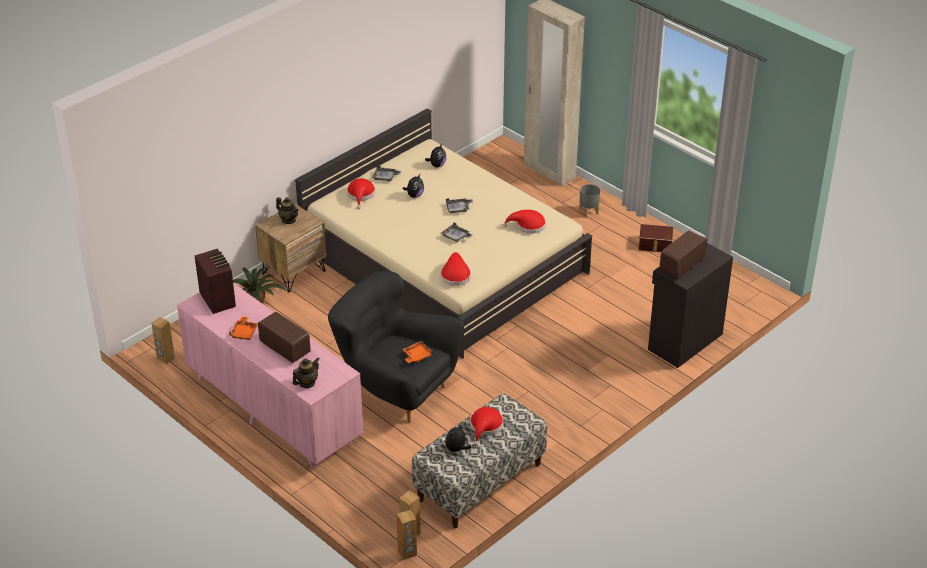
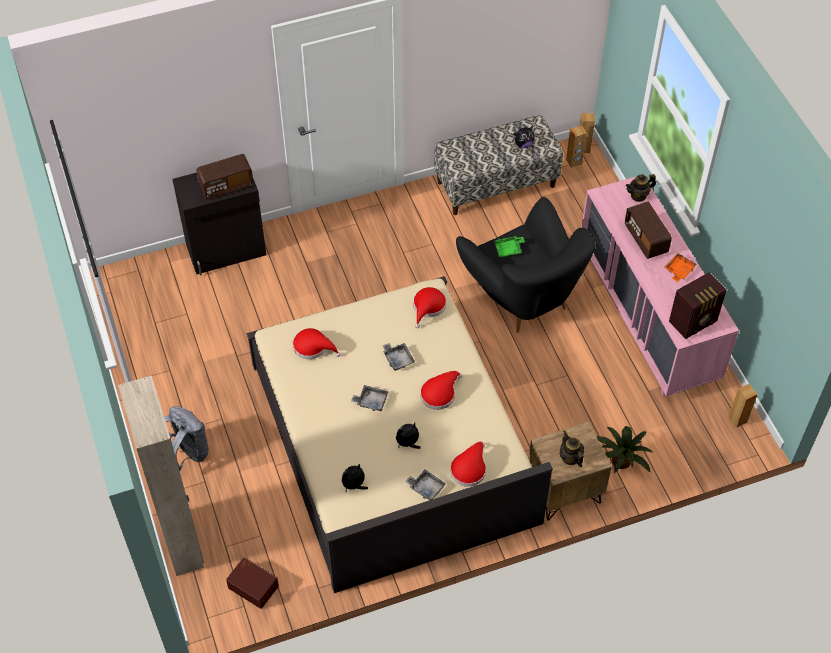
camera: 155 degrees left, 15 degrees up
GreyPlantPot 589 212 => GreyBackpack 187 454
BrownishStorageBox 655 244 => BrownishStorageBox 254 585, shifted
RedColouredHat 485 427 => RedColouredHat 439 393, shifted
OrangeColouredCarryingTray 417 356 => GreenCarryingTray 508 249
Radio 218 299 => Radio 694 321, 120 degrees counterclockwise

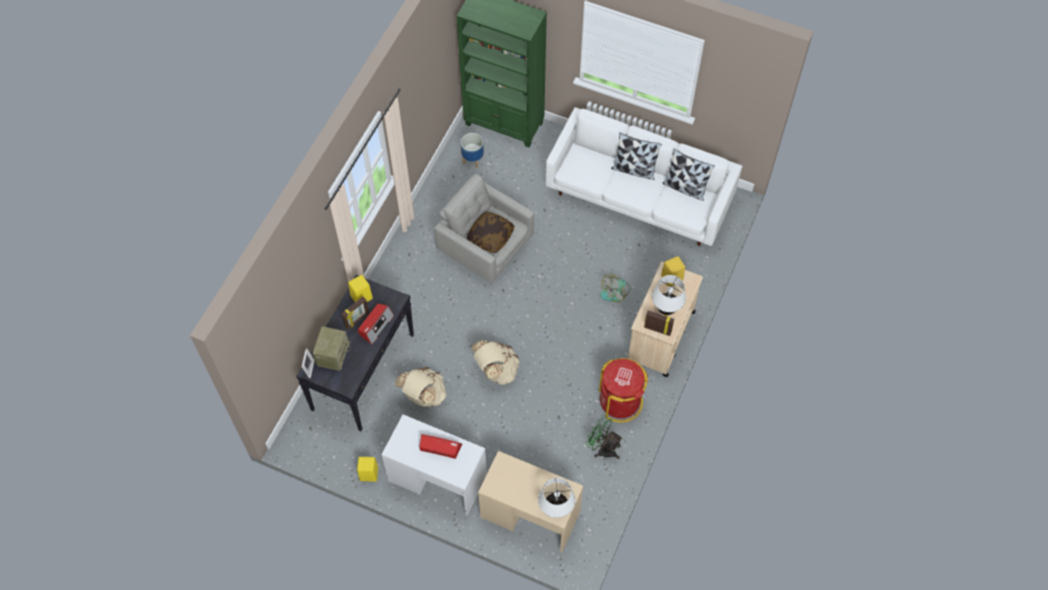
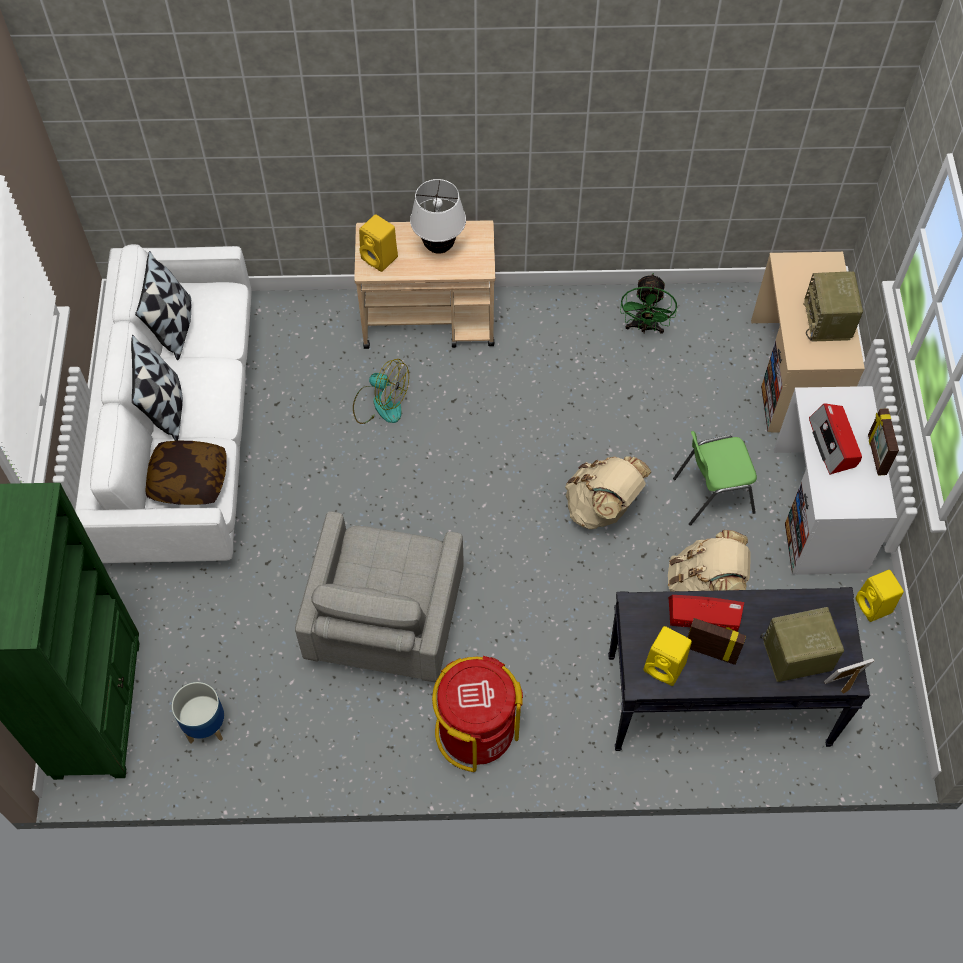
camera: 115 degrees left, 0 degrees up
Cushion 490 236 => Cushion 188 480, shifted
RedColouredRubbishBin 620 401 => RedColouredRubbishBin 476 730, shifted
nothing => GreenChair 712 494
nothing => Radio 828 322
StandingFrame 657 329 => StandingFrame 876 455, shifted
WhiteColouredTableLamp 556 509 => nothing

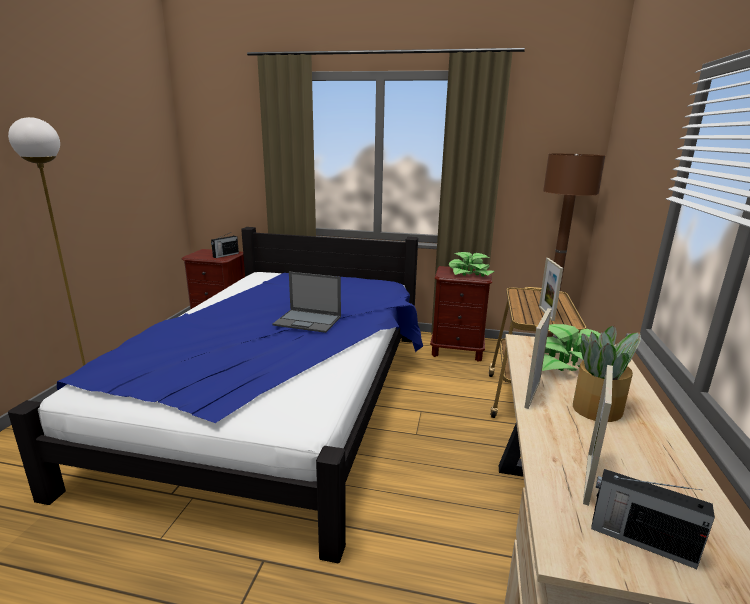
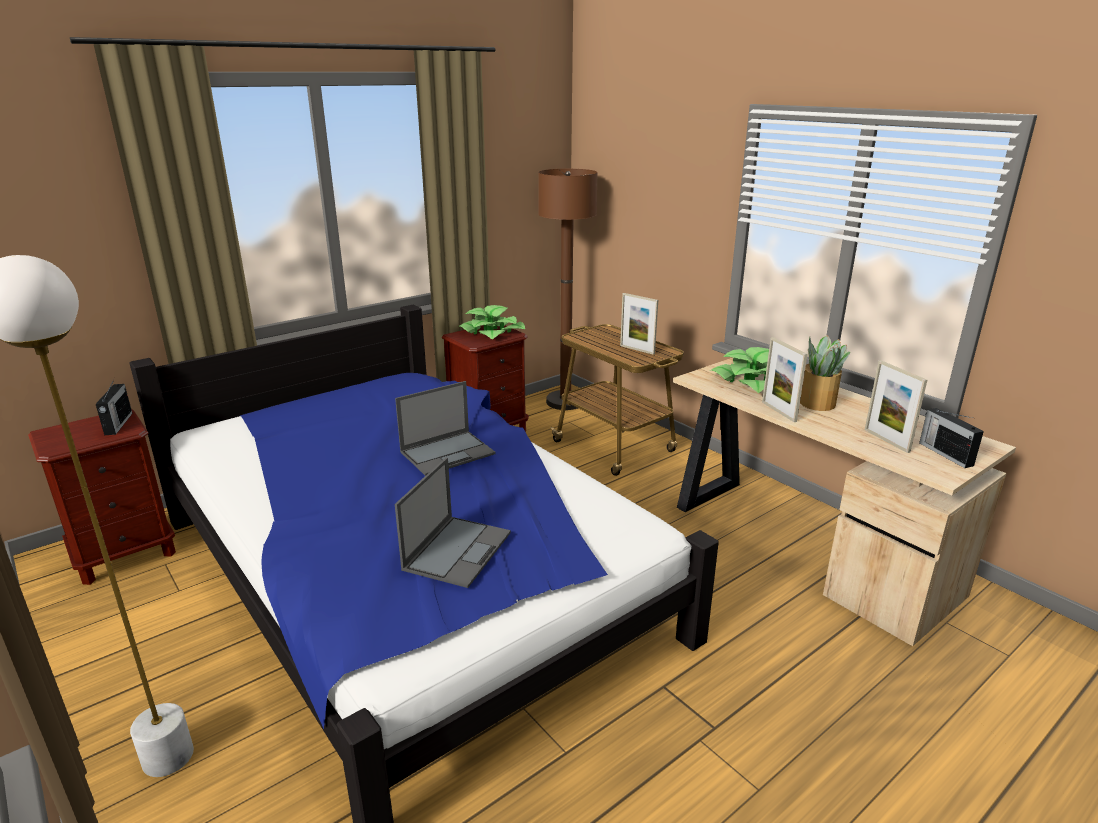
camera: 50 degrees left, 5 degrees up
nothing => Laptop 458 550
Radio 639 540 => Radio 945 453, 90 degrees clockwise

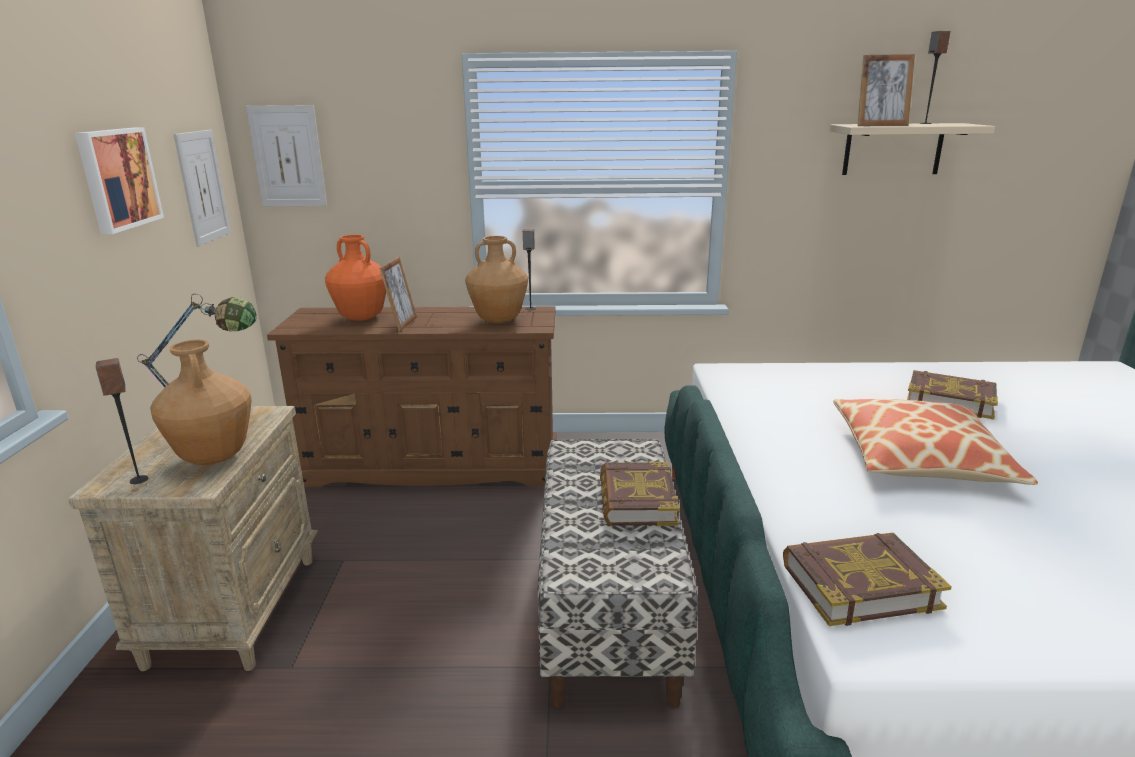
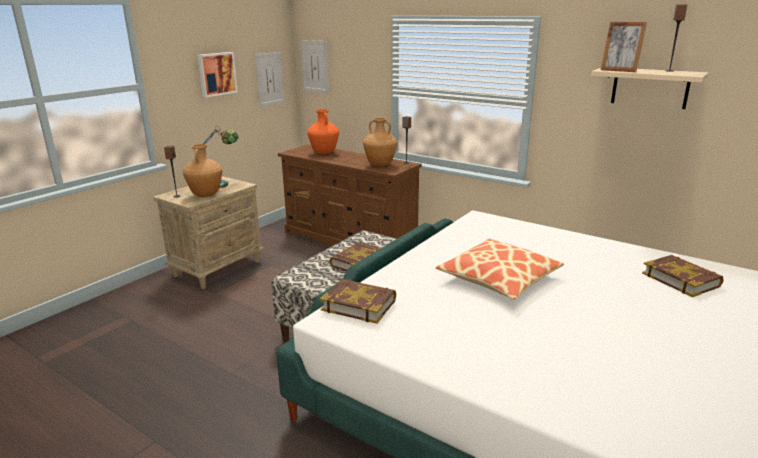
camera: 35 degrees right, 0 degrees up
Book 949 400 => Book 681 279, shifted
StandingFrame 402 324 => nothing

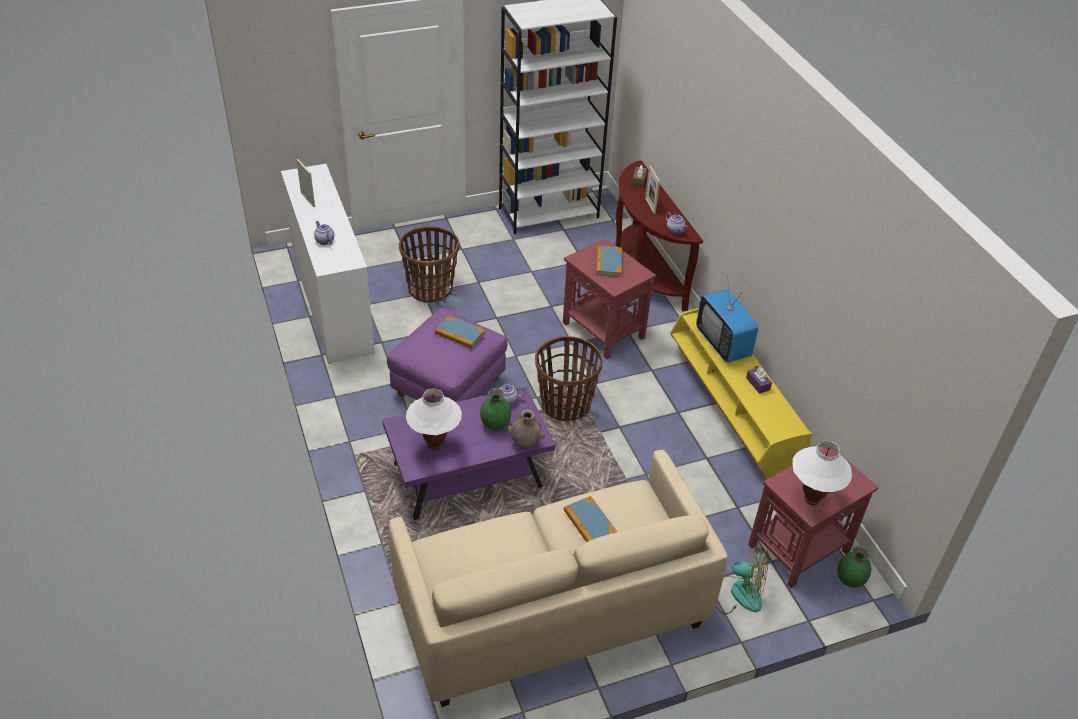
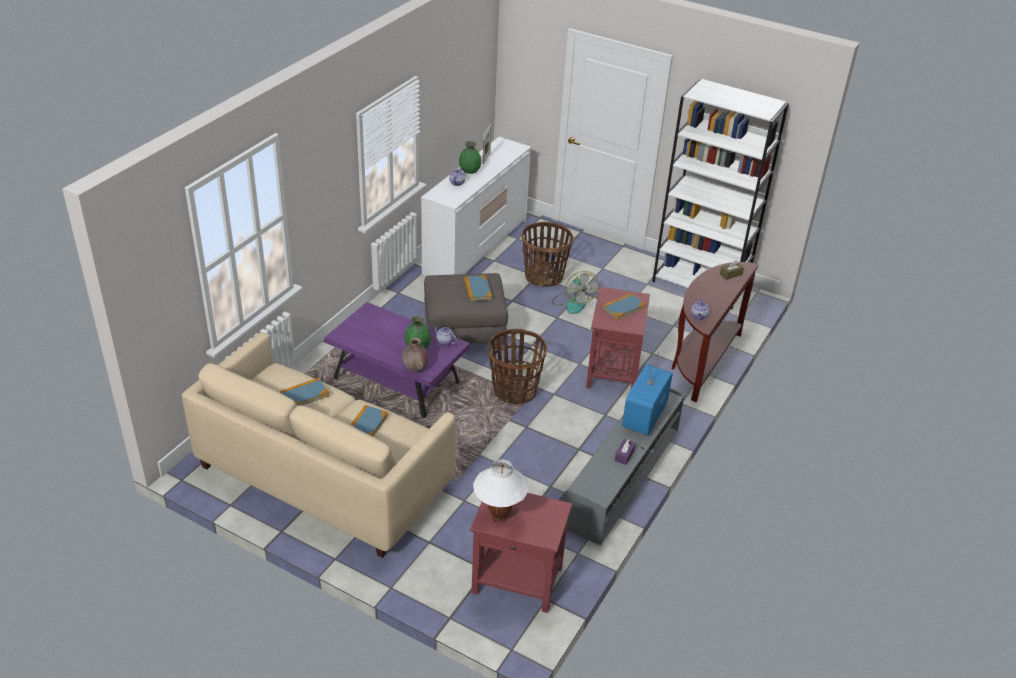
camera: 50 degrees right, 5 degrees down
nothing => Book 304 395
PurpleColouredFootrest 448 387 => GreyFootrest 464 332
GreenDecorativeVase 850 579 => GreenDecorativeVase 469 171, shifted
Fan 738 593 => Fan 573 303, shifted
YellowTvStand 731 408 => GreyTvStand 618 475
WhiteColouredTableLamp 434 445 => nothing
StandingFrame 650 205 => nothing

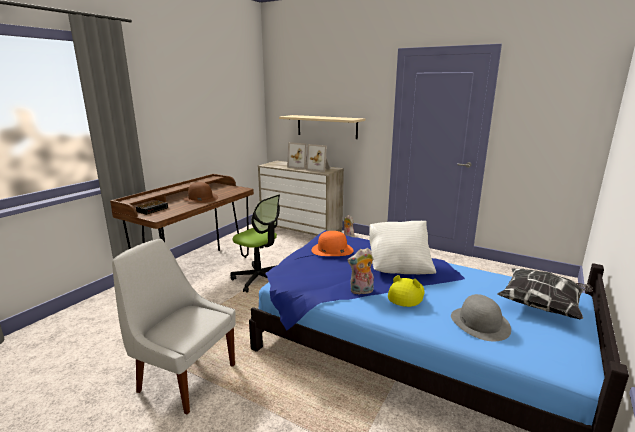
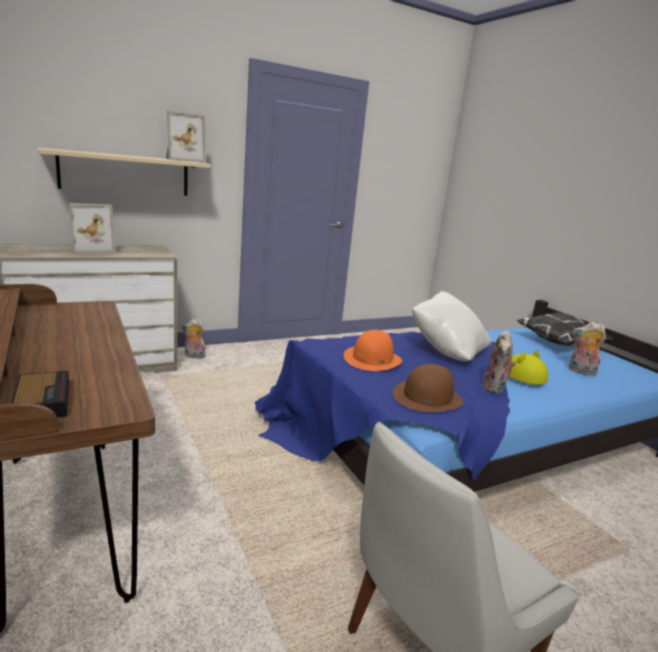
camera: 60 degrees left, 0 degrees up
StandingFrame 319 169 => StandingFrame 183 160, shifted
BrownishHat 200 198 => BrownishHat 427 397, shifted
GreyHat 480 323 => CuddlyToy 581 371
DeskChair 259 279 => nothing

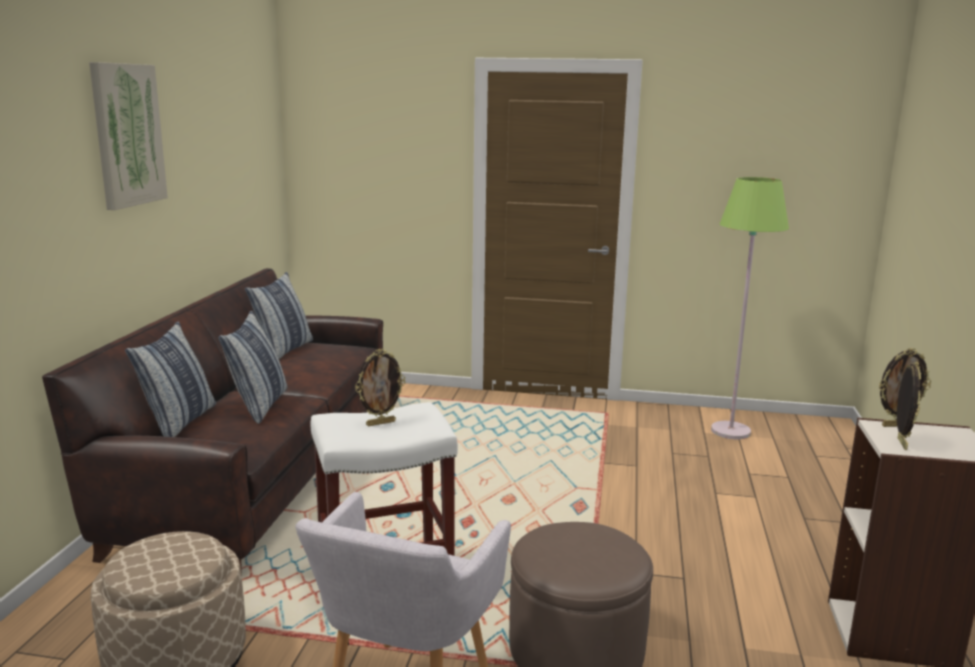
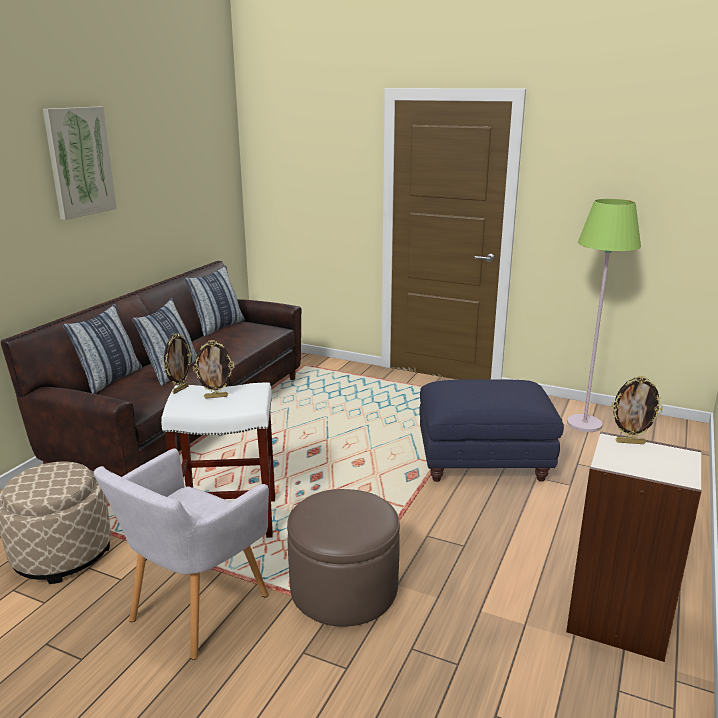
camera: 15 degrees right, 5 degrees up
StandingFrame 900 443 => StandingFrame 180 389, shifted
nothing => BlueFootrest 484 462

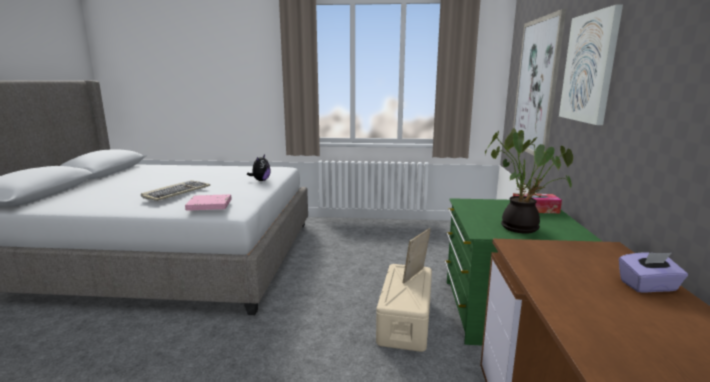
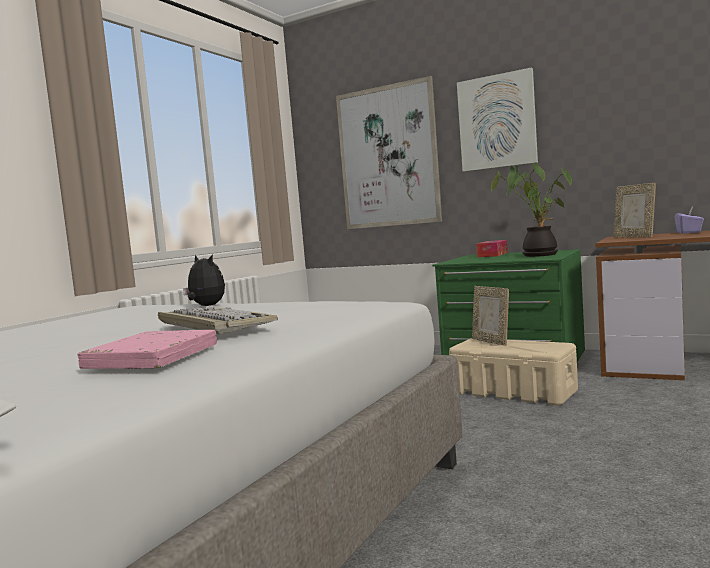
camera: 65 degrees left, 10 degrees down
PinkBook 209 205 => PinkBook 153 358, shifted
nothing => StandingFrame 634 237

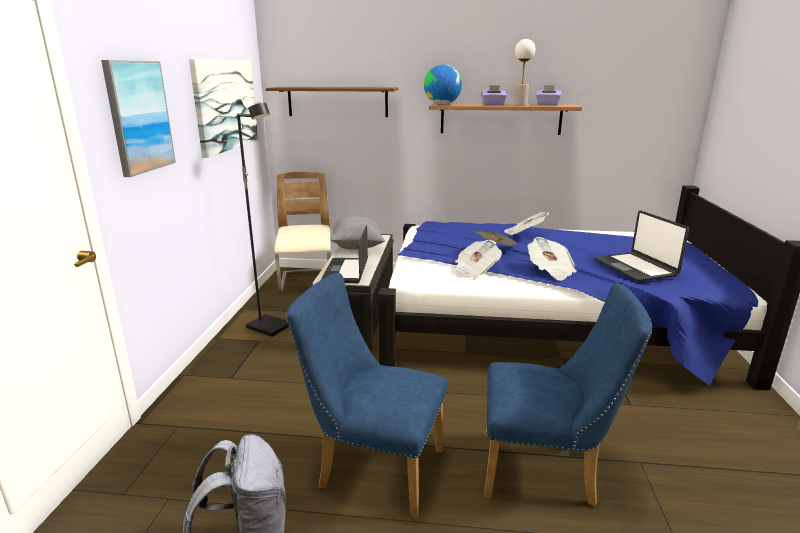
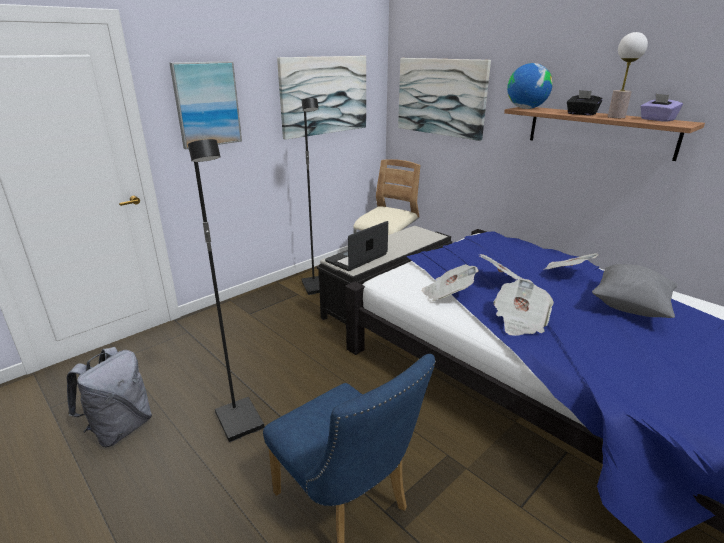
camera: 40 degrees right, 5 degrees up
BlueChair 372 467 => BlackishStandingLamp 241 421
BrownishBracketShelf 337 101 => Picture 441 97
PurpleColouredTissueHolder 493 105 => BlackishTissueHolder 581 114
GreyCushion 357 247 => GreyCushion 630 307, shifted
Laptop 635 268 => nothing

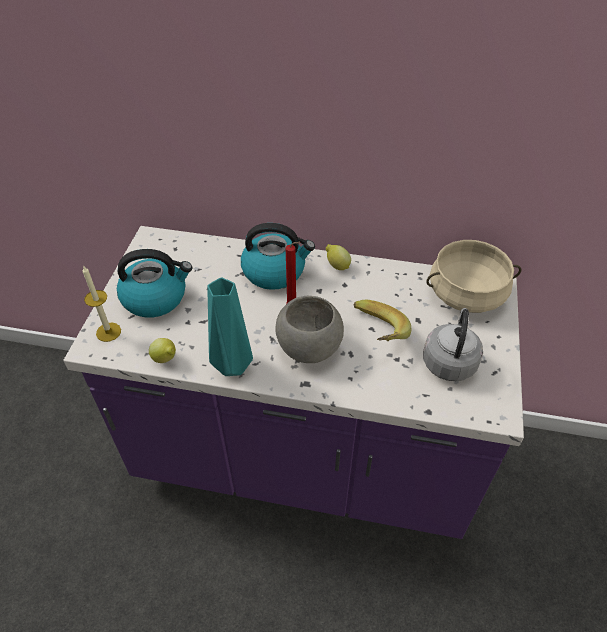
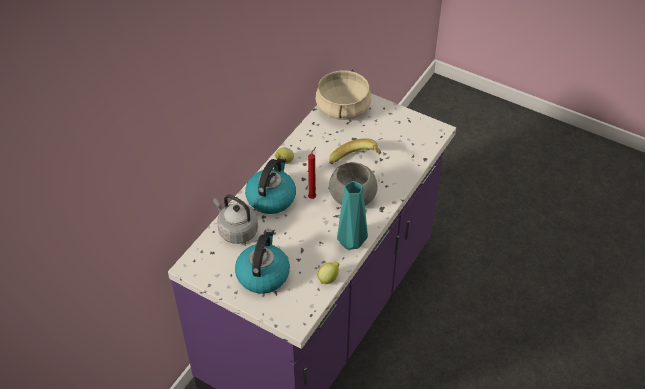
camera: 70 degrees left, 0 degrees up
GreyWaterKettle 449 361 => GreyWaterKettle 236 230, shifted
WaxLight 108 332 => nothing

